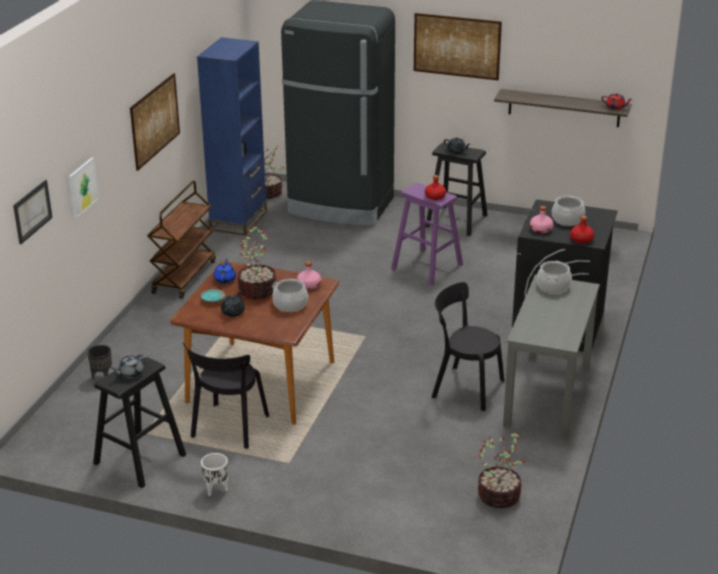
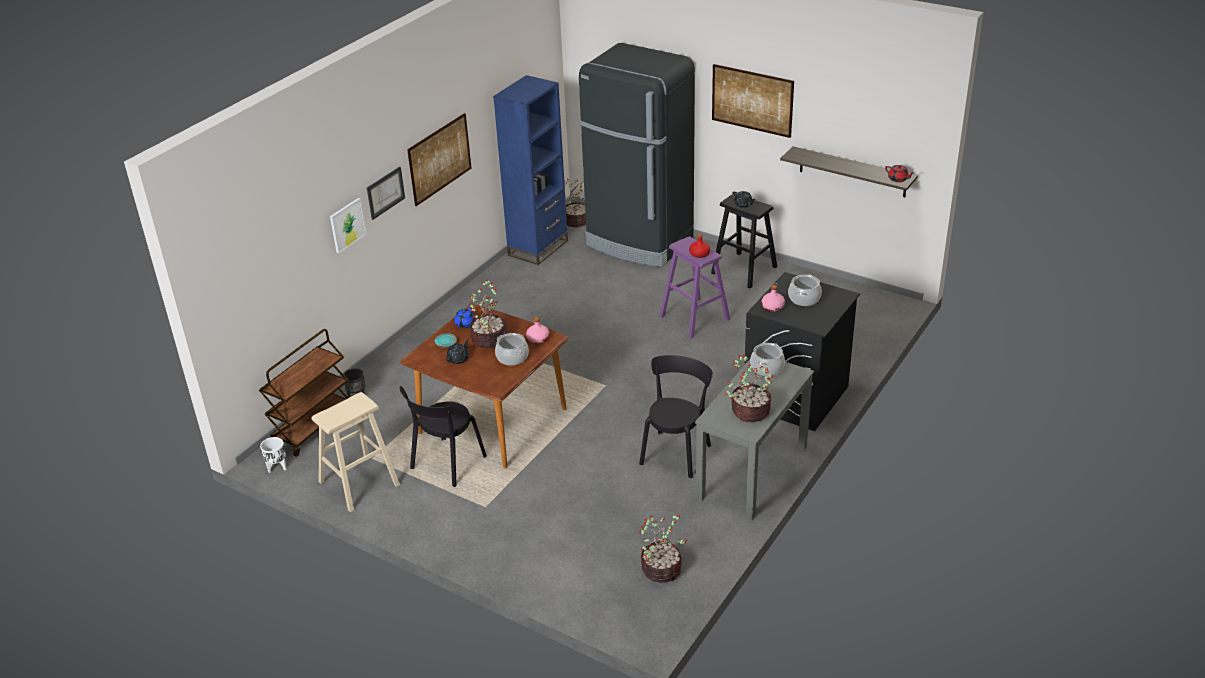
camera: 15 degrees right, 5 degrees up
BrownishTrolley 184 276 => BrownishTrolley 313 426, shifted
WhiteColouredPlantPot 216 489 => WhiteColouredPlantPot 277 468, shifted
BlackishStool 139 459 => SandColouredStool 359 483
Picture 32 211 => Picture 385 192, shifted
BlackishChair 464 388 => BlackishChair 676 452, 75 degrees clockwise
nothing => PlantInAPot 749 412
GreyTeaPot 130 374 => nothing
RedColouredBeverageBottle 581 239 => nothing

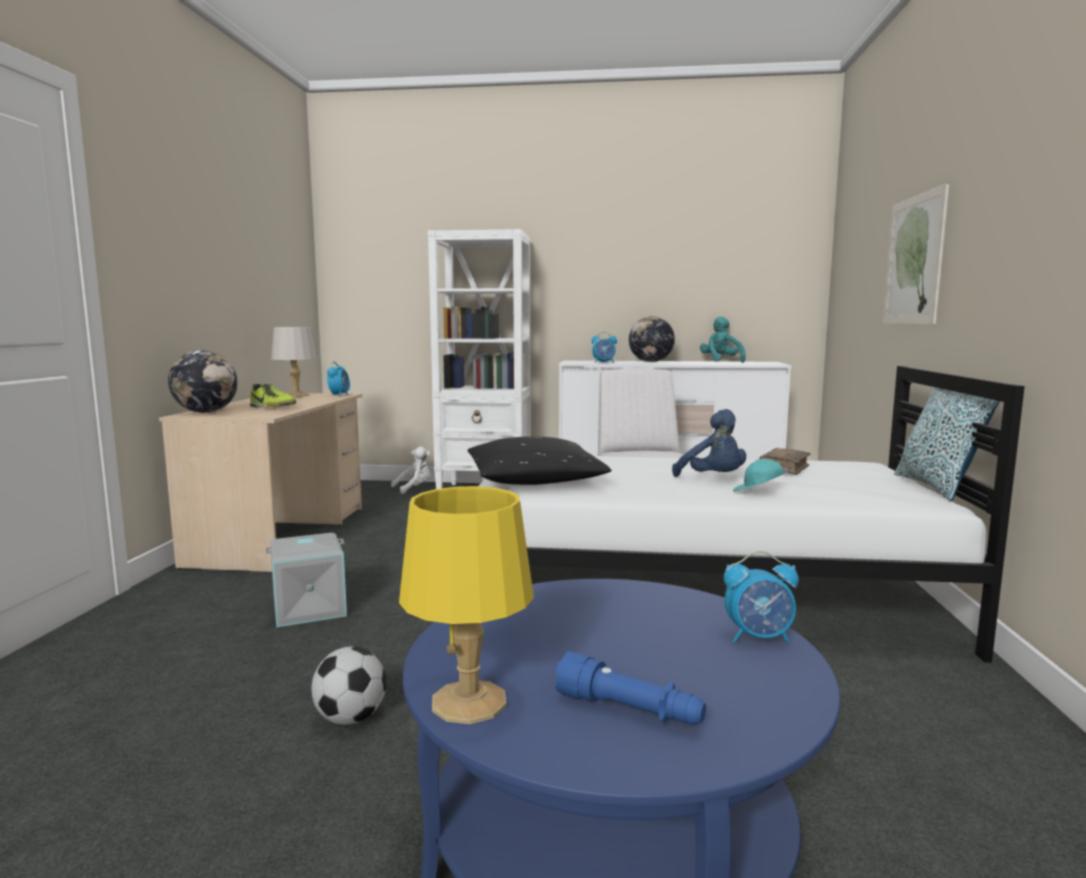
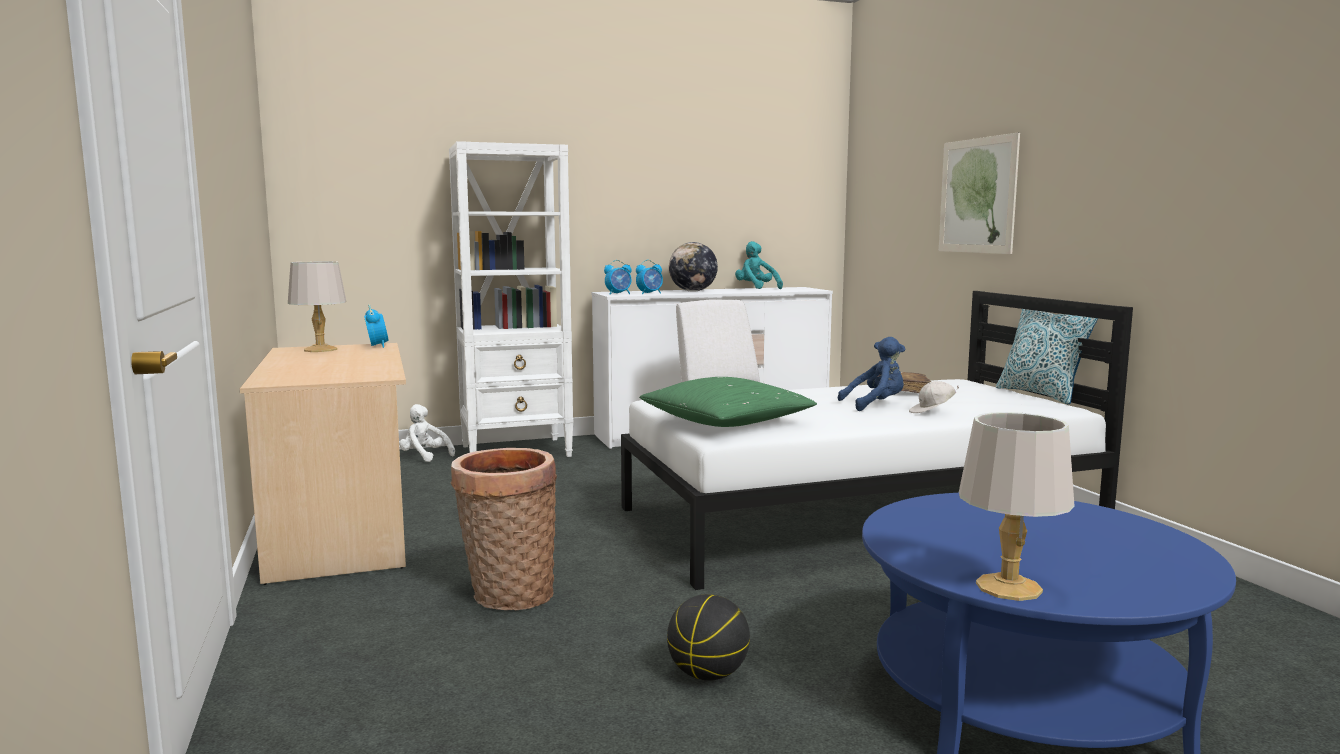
camera: 25 degrees left, 0 degrees up
WhiteColouredCuddlyToy 414 488 => WhiteColouredCuddlyToy 424 456, 90 degrees counterclockwise
GreyStorageBox 309 609 => HouseholdBasket 508 595
TableClock 759 638 => TableClock 618 294, shifted
BlackishCushion 534 480 => GreenCushion 727 422
Football 350 718 => BasketballBall 707 675
BlueCuddlyToy 713 479 => BlueCuddlyToy 875 405, 45 degrees counterclockwise
BlueGreenPeakedCap 759 492 => WhiteColouredPeakedCap 933 412
YellowTableLamp 471 702 => GreyTableLamp 1009 587
Globe 206 412 => nothing
Shoe 272 408 => nothing
BlueTorch 629 711 => nothing

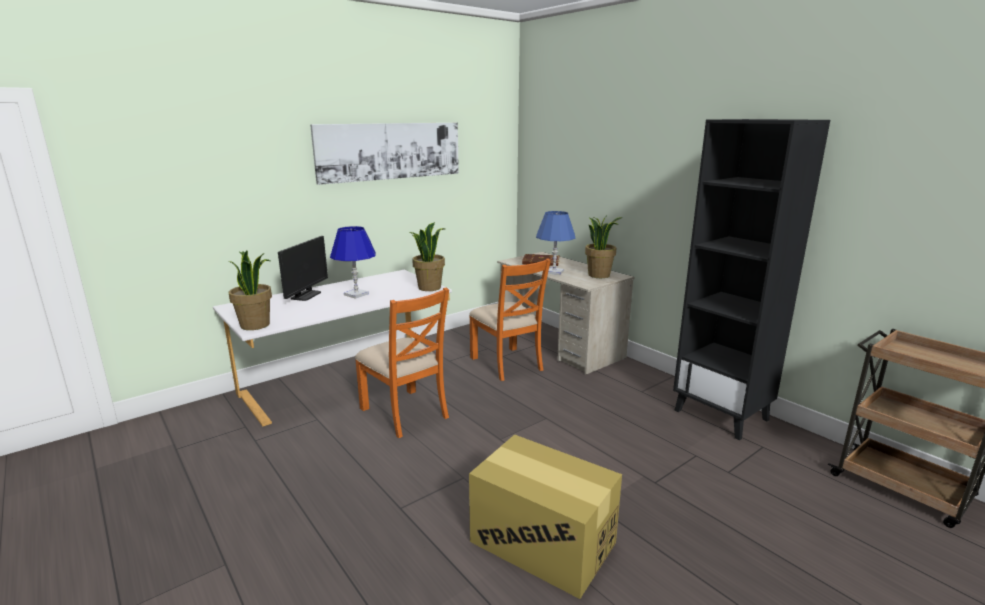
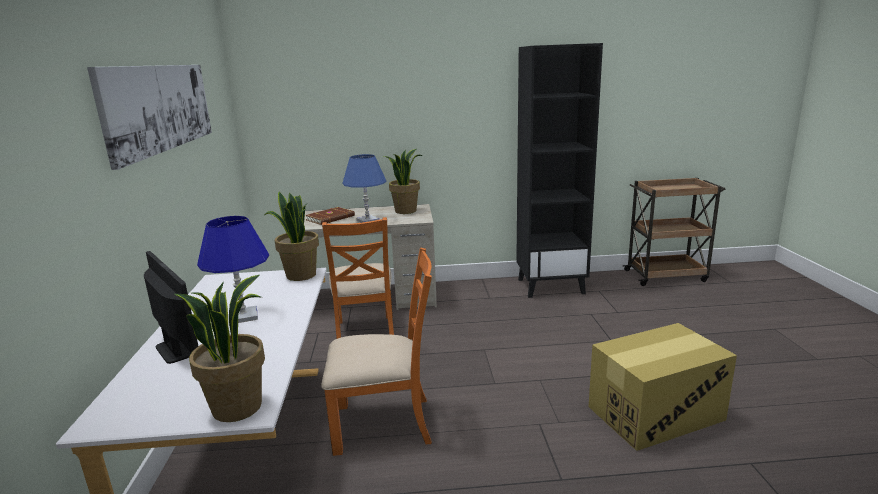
camera: 55 degrees left, 0 degrees up
OrangeColouredChair 507 363 => OrangeColouredChair 365 333, 75 degrees clockwise

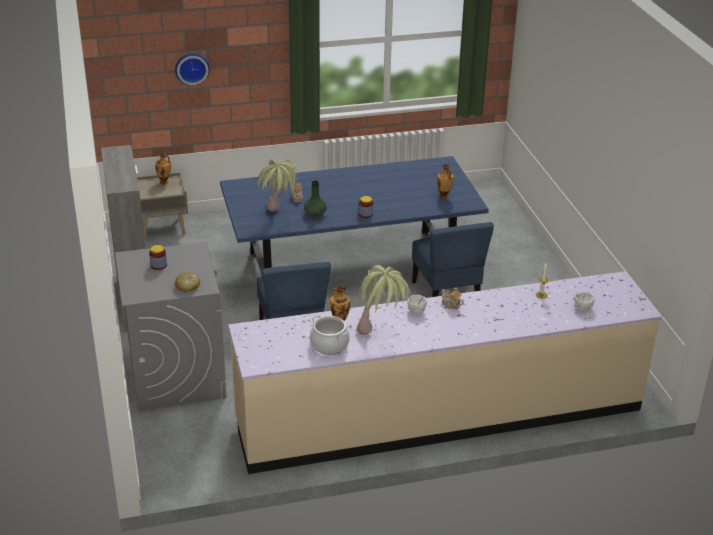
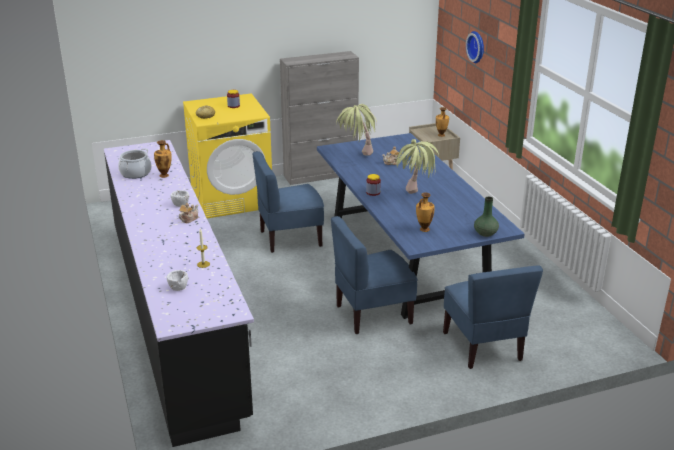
camera: 85 degrees right, 5 degrees down
SandColouredKitchenBaseUnit 439 415 => BlackishKitchenBaseUnit 175 314
GreyWashingMachine 177 375 => YellowWashingMachine 232 199
PlantInAPot 381 332 => PlantInAPot 414 198, shifted
nothing => BlueChair 483 346
GreenDecorativeVase 315 213 => GreenDecorativeVase 485 233, shifted

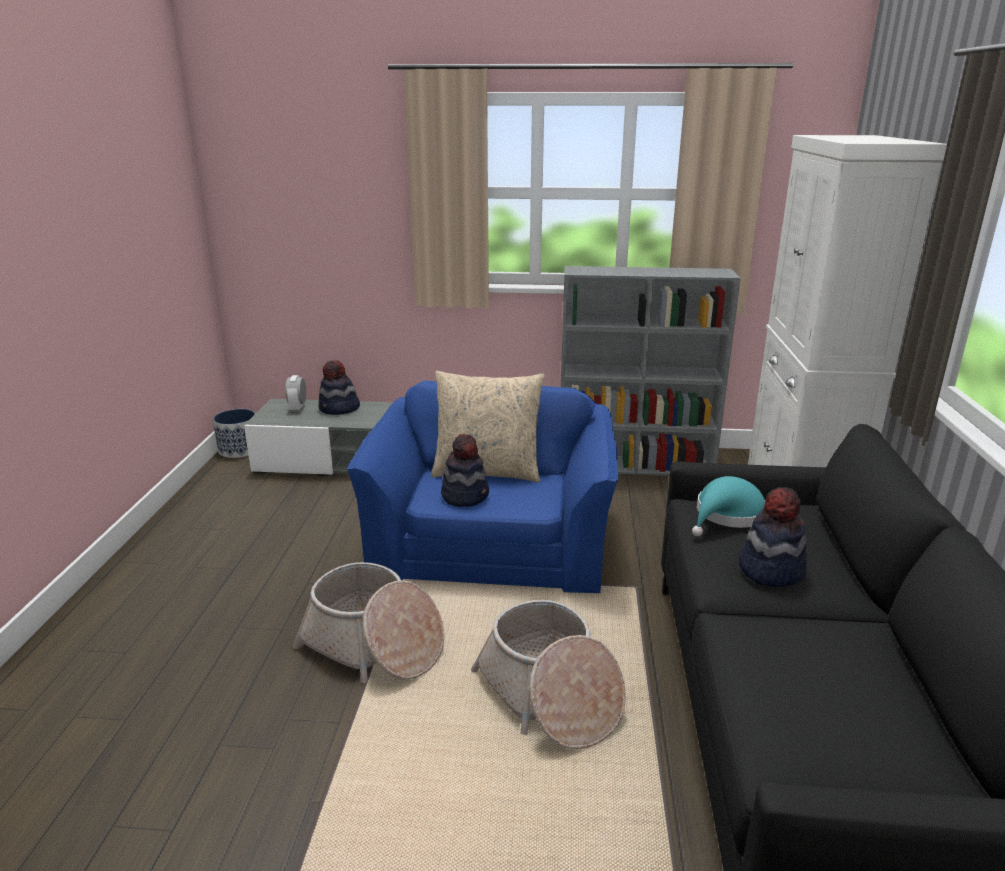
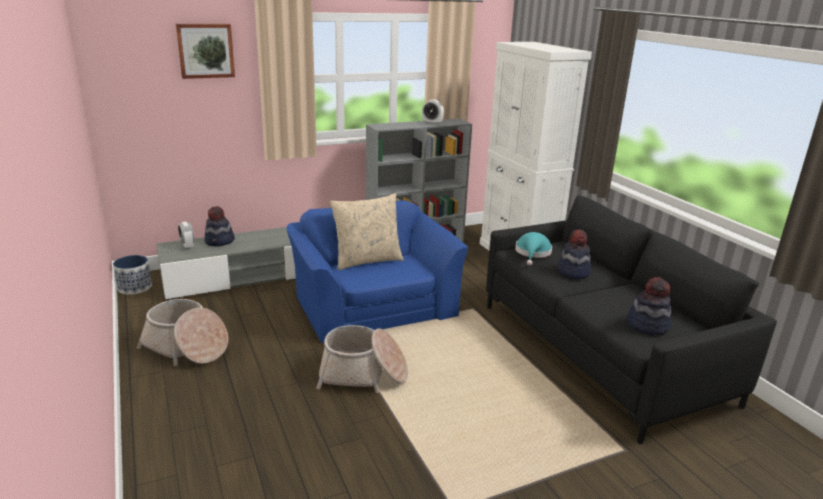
camera: 30 degrees left, 0 degrees up
HouseholdBasket 549 695 => HouseholdBasket 186 347, shifted
nothing => Picture 205 50
nothing => TableClock 432 123
Hat 465 495 => Hat 647 325, shifted

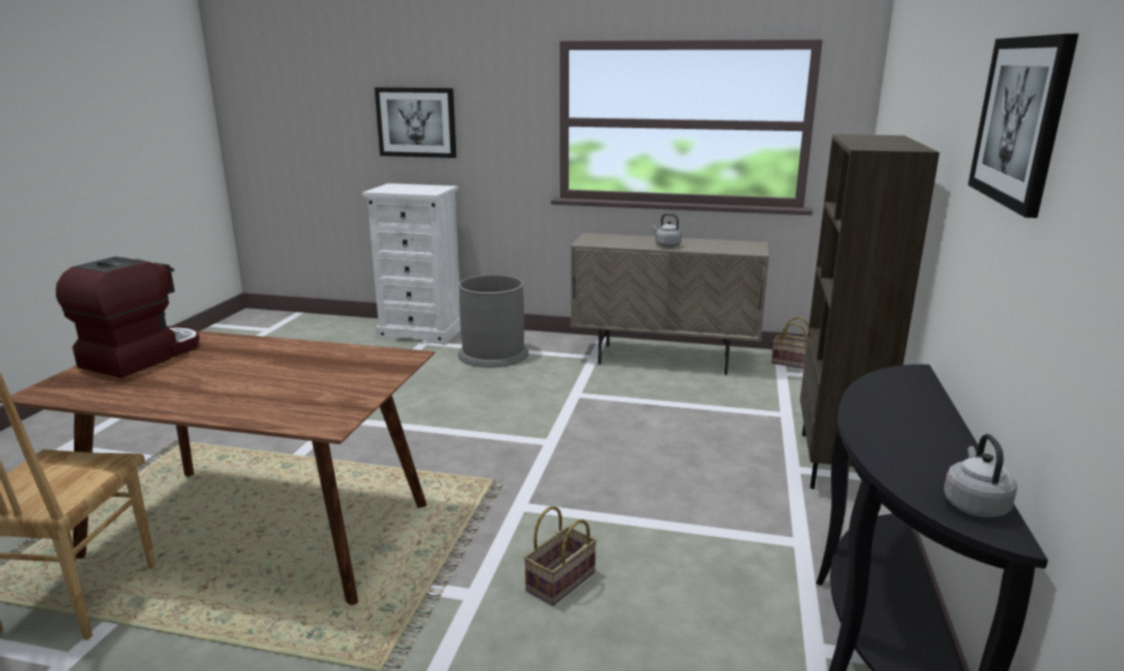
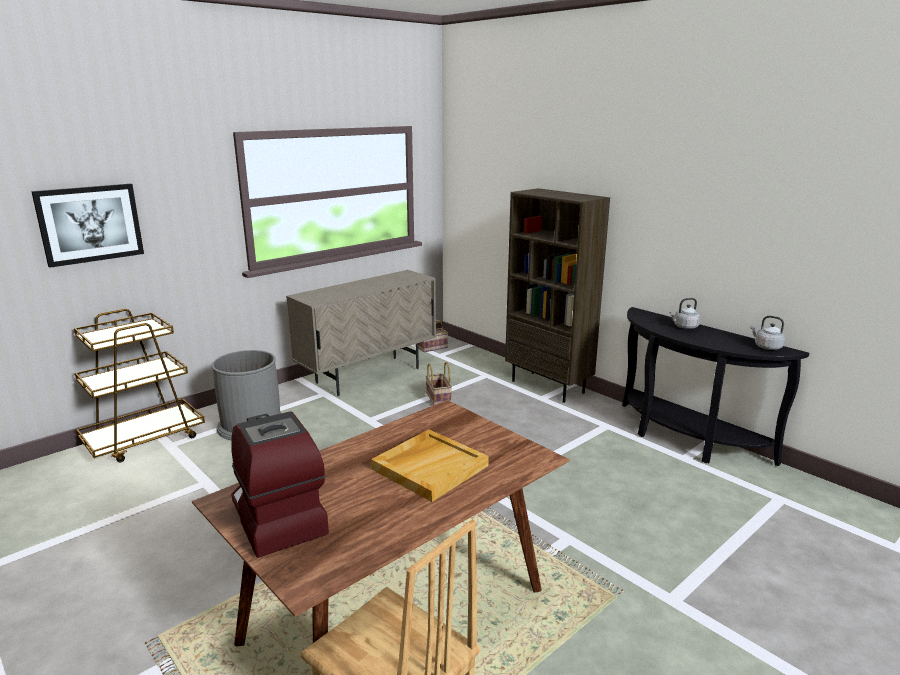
camera: 55 degrees left, 0 degrees up
WhiteColouredDrawerChest 422 332 => BrownishTrolley 145 439
nothing => SandColouredCarryingTray 430 467
HouseholdBasket 560 583 => HouseholdBasket 439 399, shifted
GreyWaterKettle 666 245 => GreyWaterKettle 684 327, shifted
Picture 1020 121 => nothing

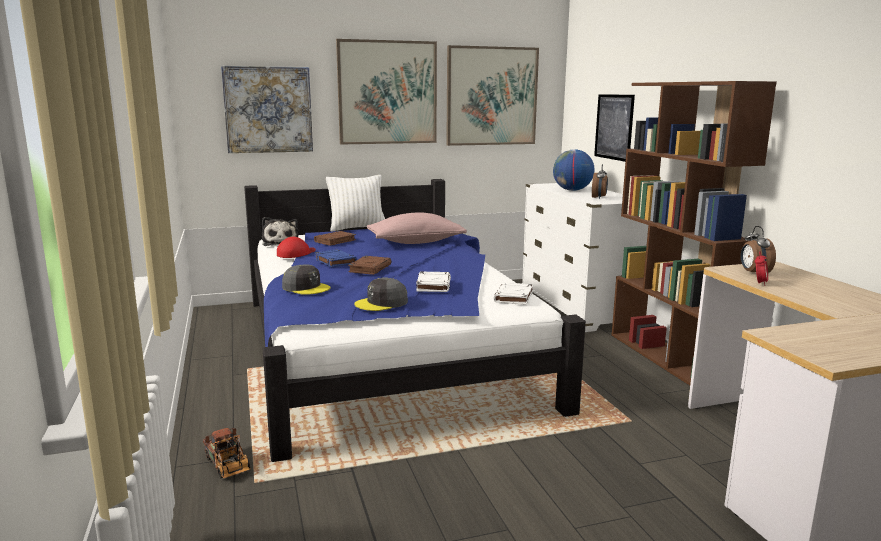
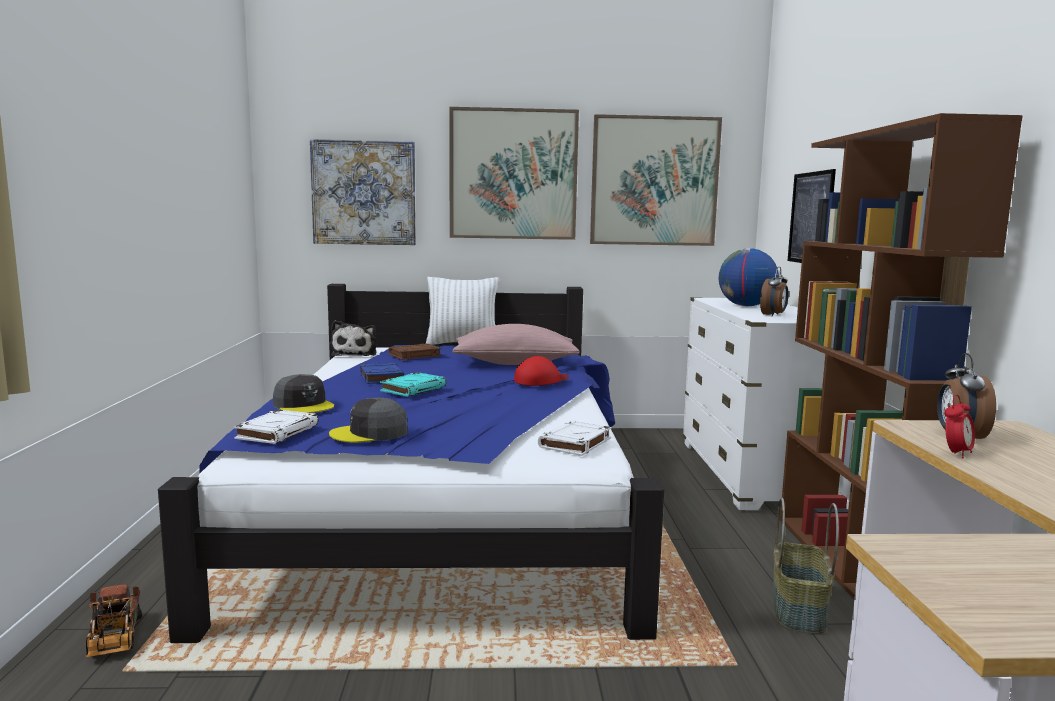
camera: 15 degrees right, 5 degrees down
WhiteColouredBook 433 285 => WhiteColouredBook 277 432, shifted
BrownishBook 370 268 => BlueGreenBook 413 389
RedColouredPeakedCap 296 253 => RedColouredPeakedCap 541 380, shifted
nothing => HouseholdBasket 797 609

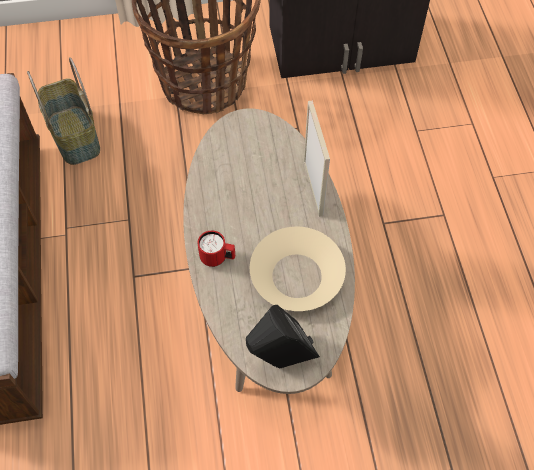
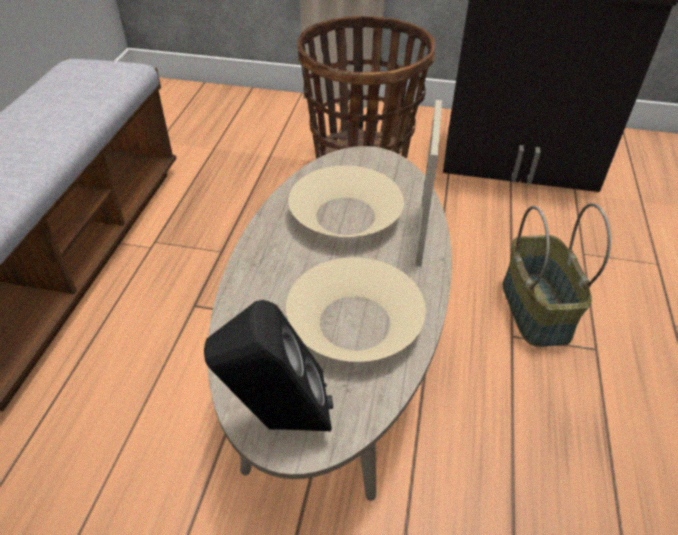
camera: 20 degrees right, 15 degrees down
nothing => SandColouredBowl 346 215
HouseholdBasket 73 135 => HouseholdBasket 534 309, shifted
RedColouredCoffeeMug 217 258 => nothing

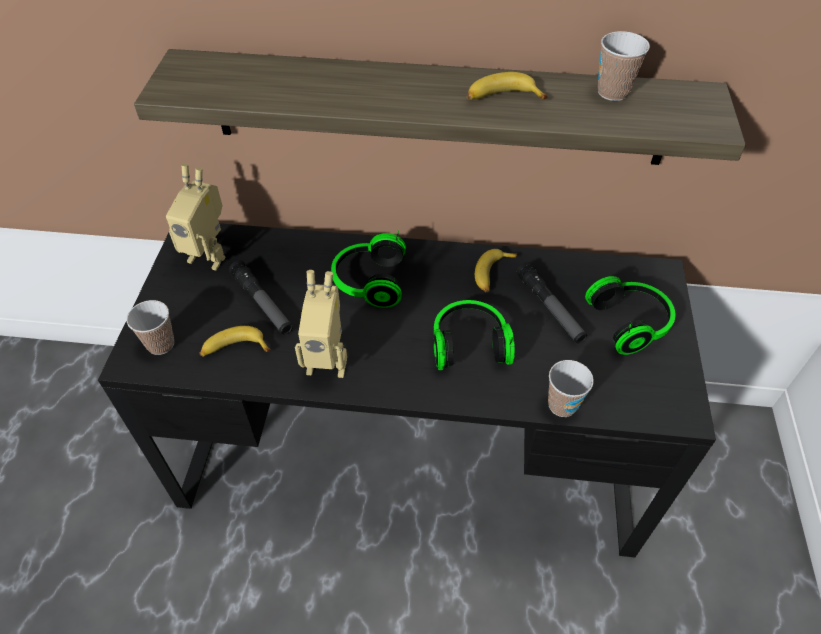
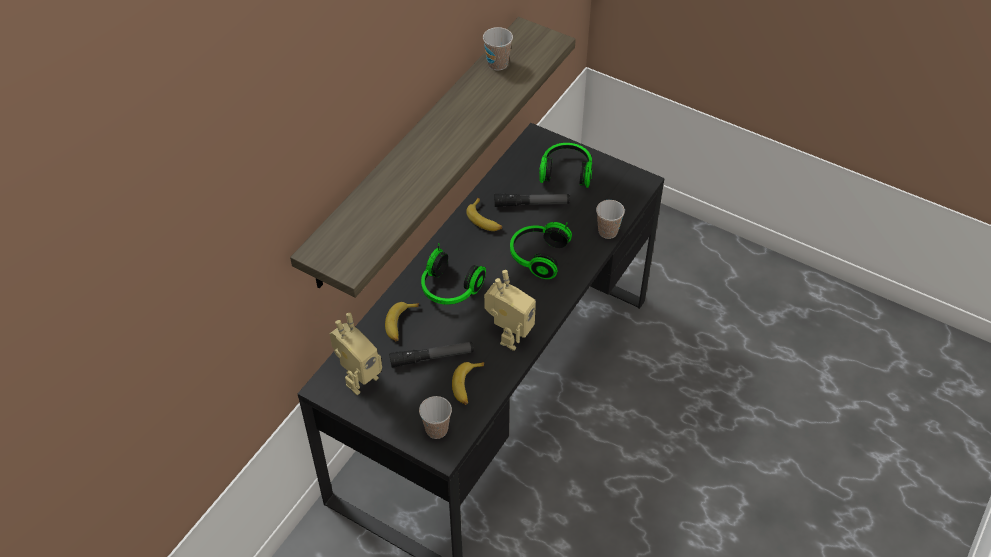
camera: 65 degrees left, 0 degrees up
Banana 502 98 => Banana 400 324, shifted

